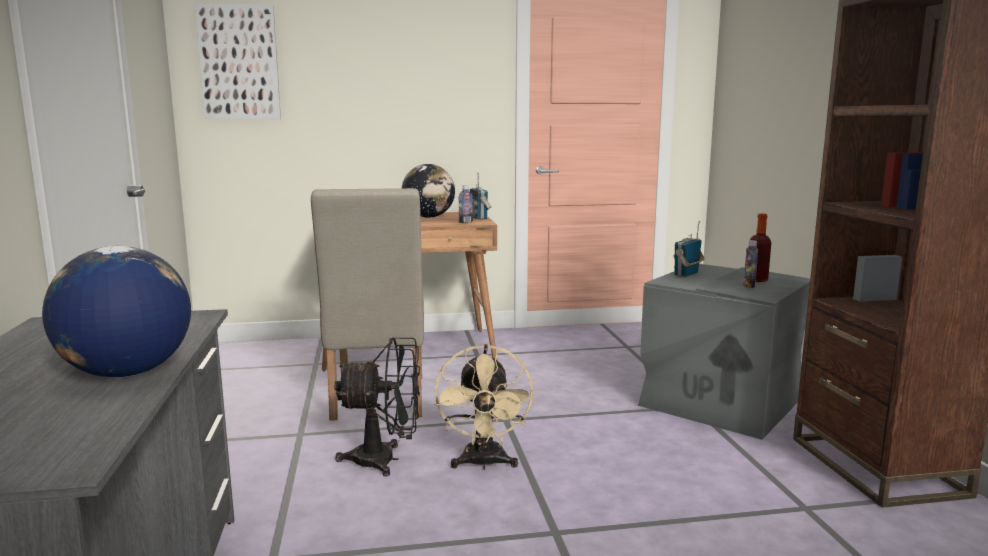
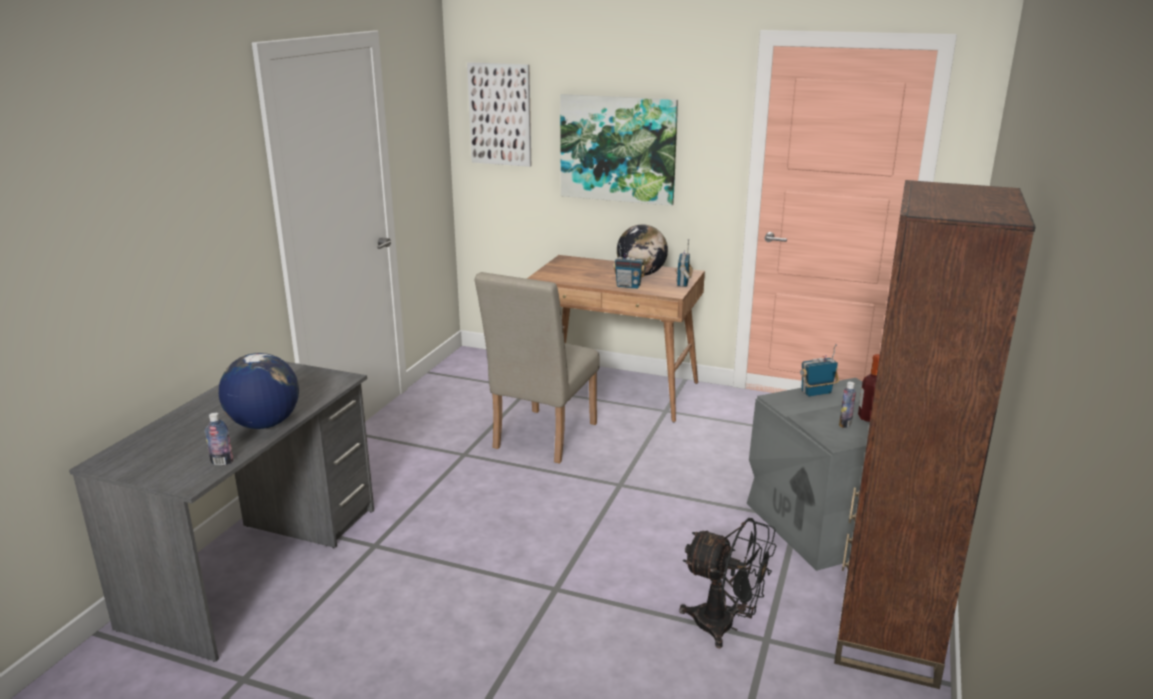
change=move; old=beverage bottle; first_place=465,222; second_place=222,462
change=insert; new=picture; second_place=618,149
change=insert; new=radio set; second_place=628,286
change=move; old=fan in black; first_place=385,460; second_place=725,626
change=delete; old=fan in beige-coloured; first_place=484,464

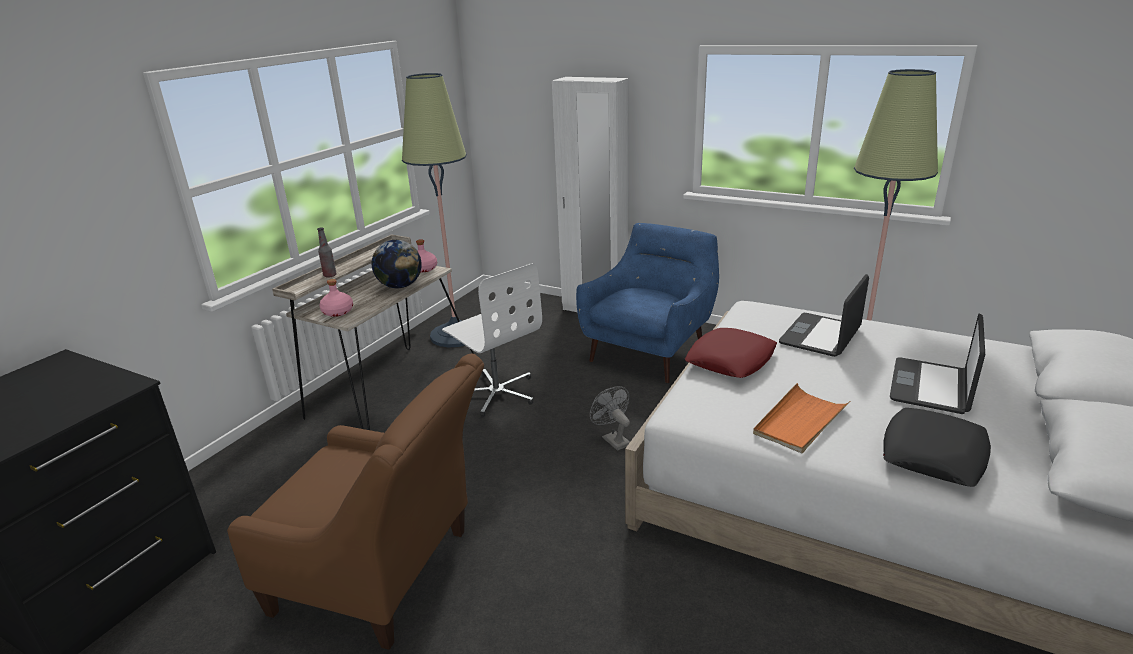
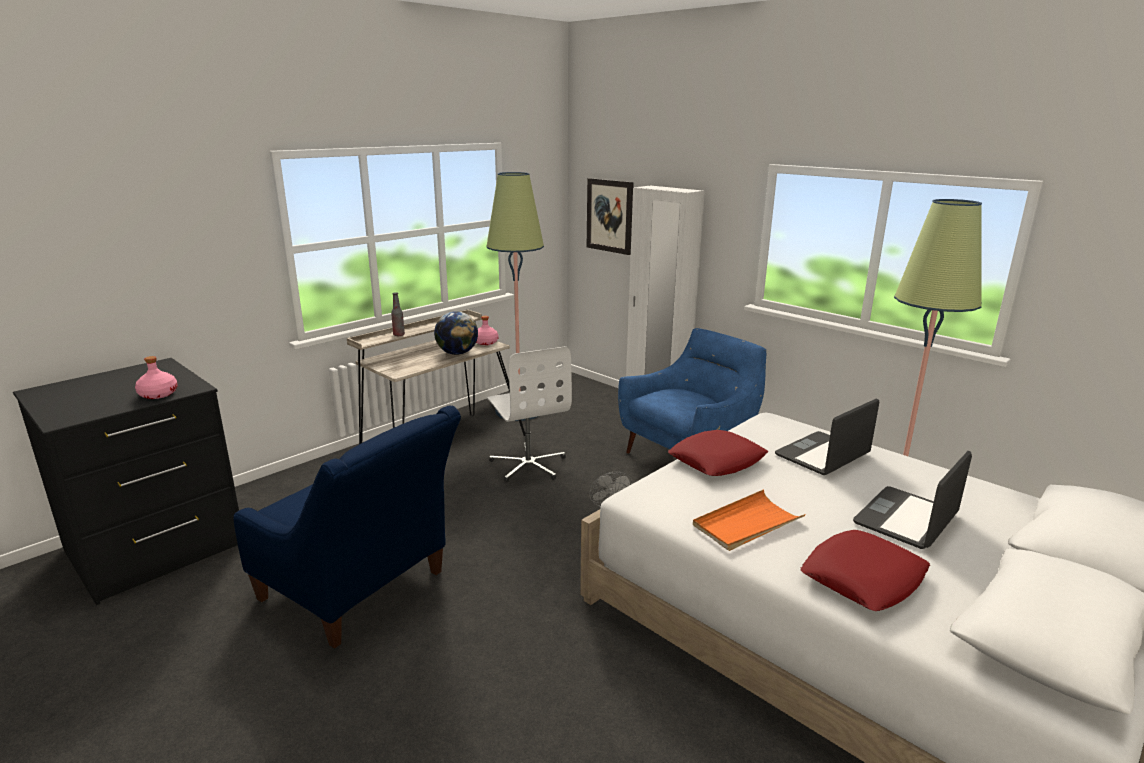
change=move; old=beverage bottle in pink; first_place=337,312; second_place=158,394
change=recolor; old=easy chair in brown; new=easy chair in blue-coloured; first_place=385,575; second_place=361,590
change=insert; new=picture; second_place=610,216
change=recolor; old=pillow in black; new=pillow in reddish; first_place=933,454; second_place=863,578

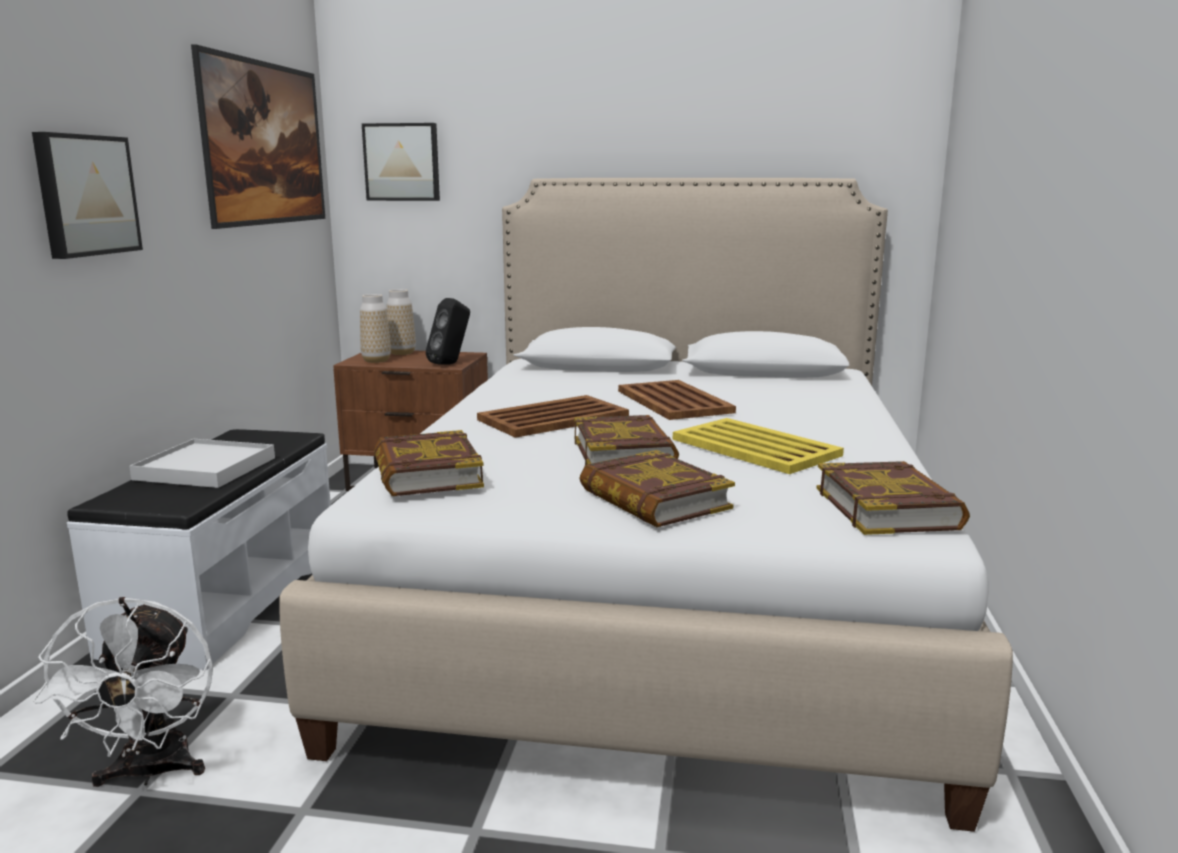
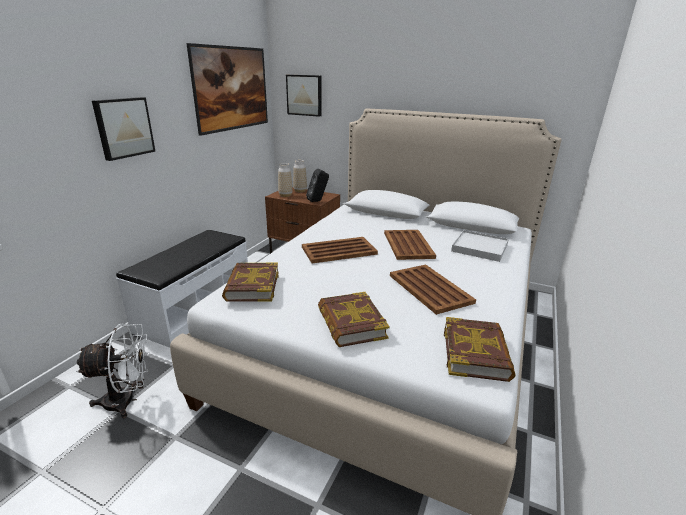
change=rotate; old=fan in white-coloured; first_place=151,773; second_place=127,401; degrees=-105
change=recolor; old=carrying tray in yellow; new=carrying tray in brown; first_place=754,447; second_place=429,288
change=move; old=carrying tray in white-coloured; first_place=206,469; second_place=480,248
change=delete; old=volume; first_place=624,452

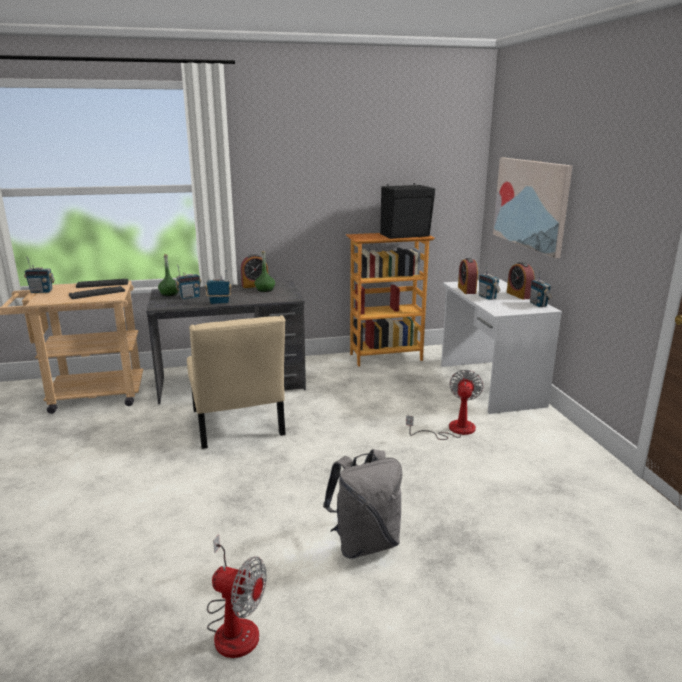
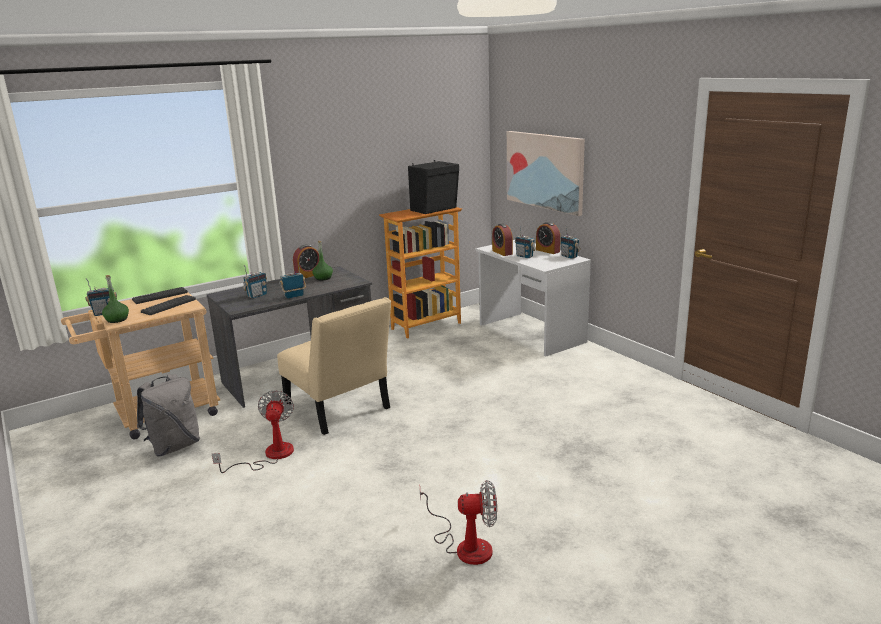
change=move; old=beverage bottle in green-coloured; first_place=169,294; second_place=117,319
change=move; old=backpack in grey; first_place=365,543; second_place=174,446
change=move; old=fan; first_place=453,430; second_place=269,456

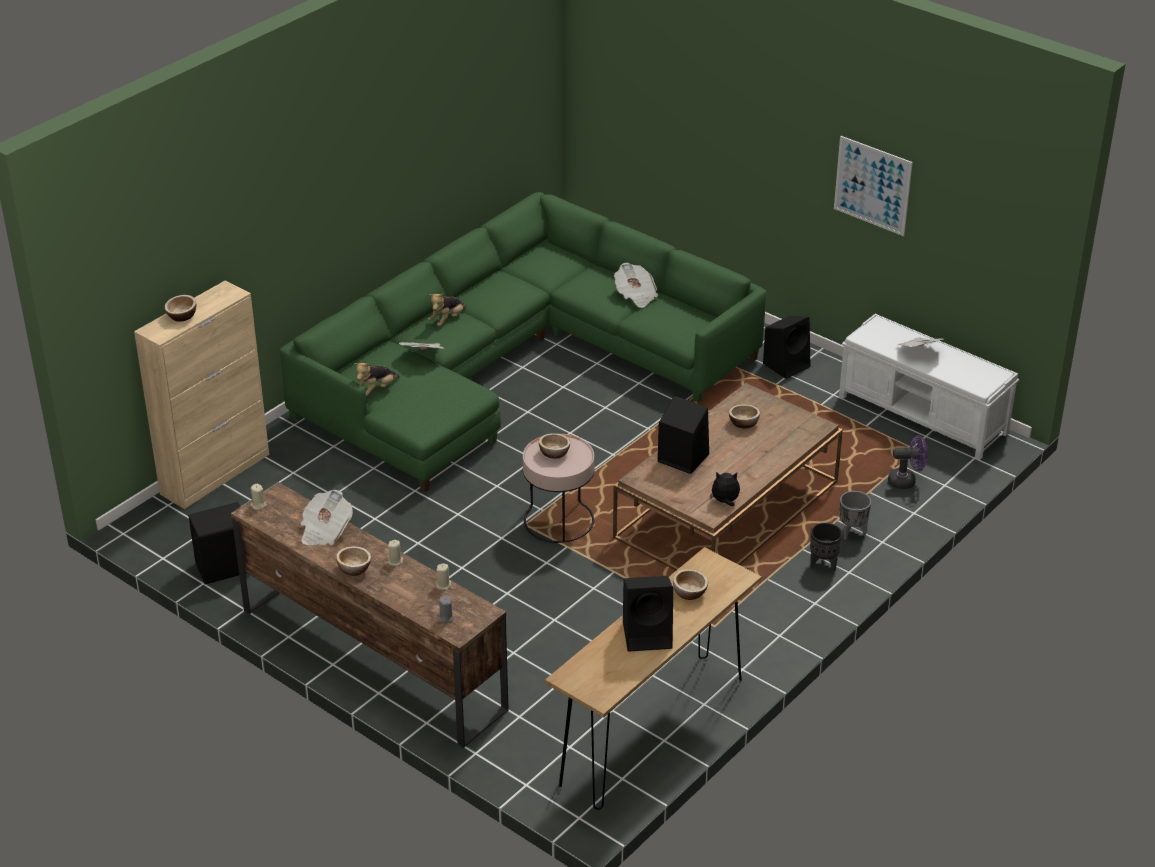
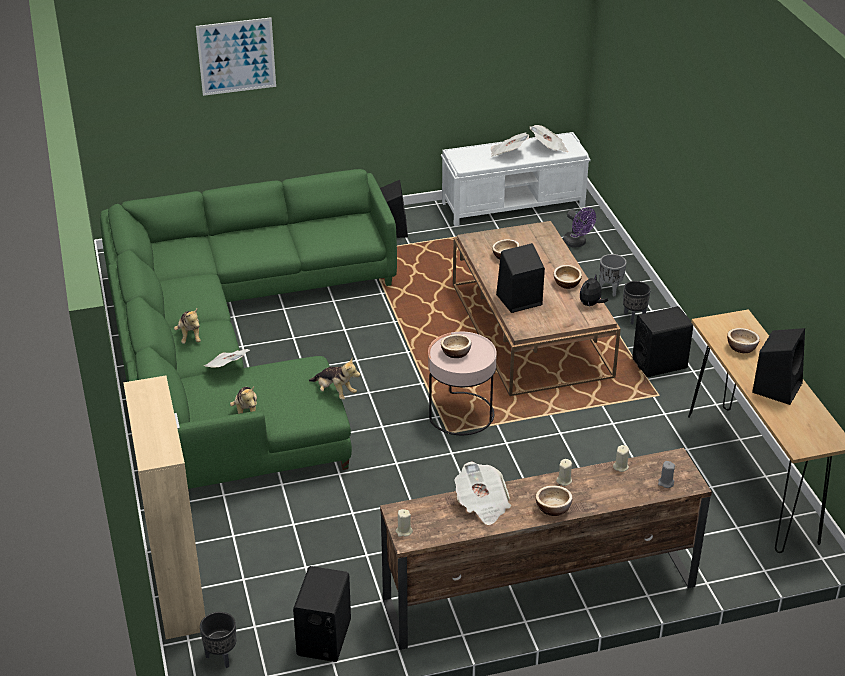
change=move; old=picture; first_place=872,185; second_place=236,56
change=insert; new=flower pot in black; second_place=221,656
change=insert; new=soft toy; second_place=335,392
change=move; old=newspaper; first_place=636,295; second_place=549,148
change=move; old=bowl; first_place=182,316; second_place=566,283
change=rotate; old=fan in purplish; first_place=906,481; second_place=577,243; degrees=105
change=insert; new=loudspeaker in black; second_place=659,364

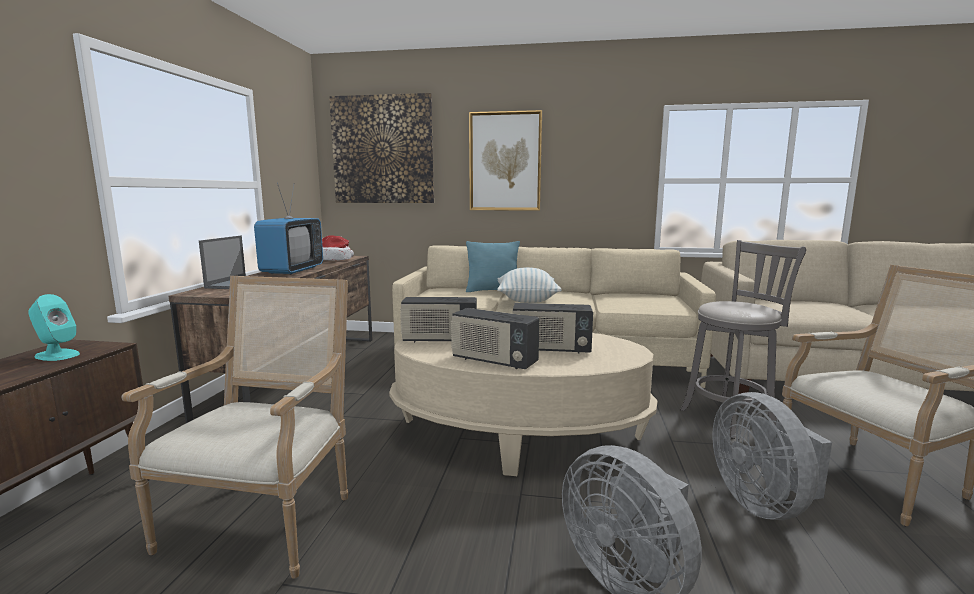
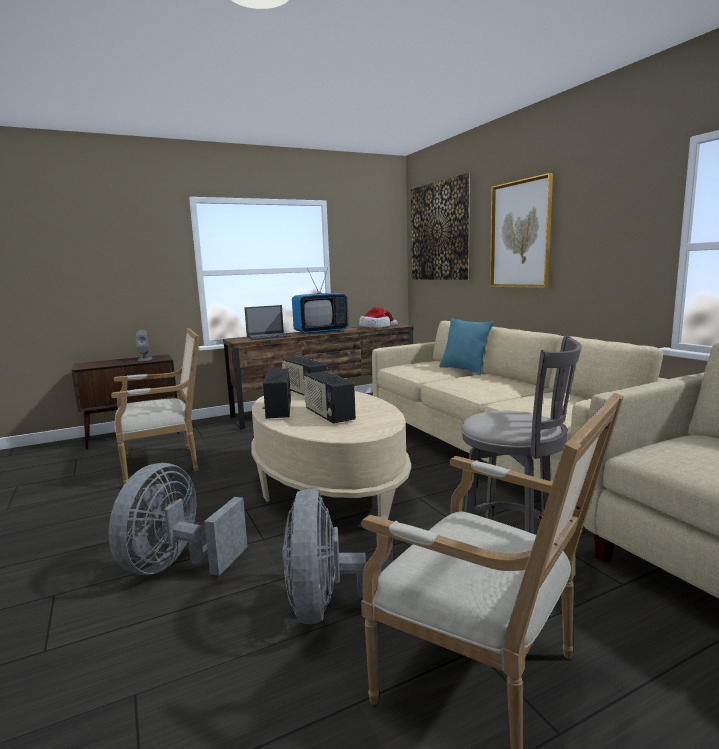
change=recolor; old=loudspeaker in blue-green; new=loudspeaker in grey; first_place=57,355; second_place=145,359
change=rotate; old=fan in grey; first_place=763,503; second_place=330,605; degrees=-45
change=delete; old=pillow; first_place=527,300

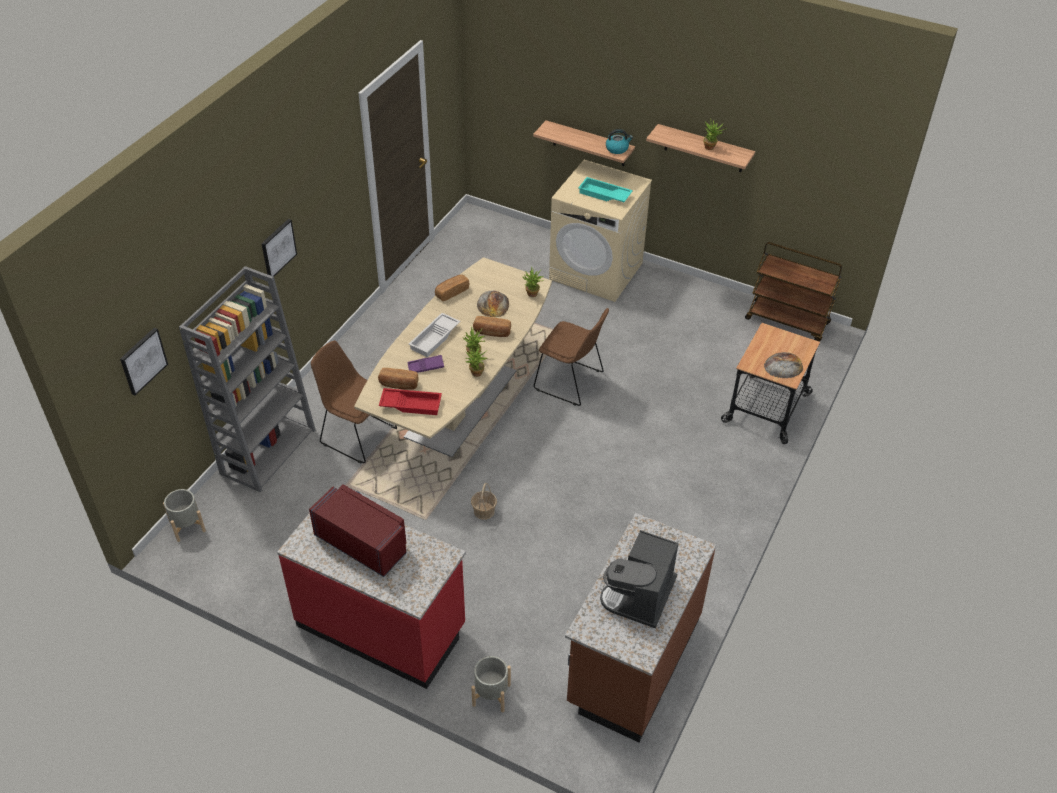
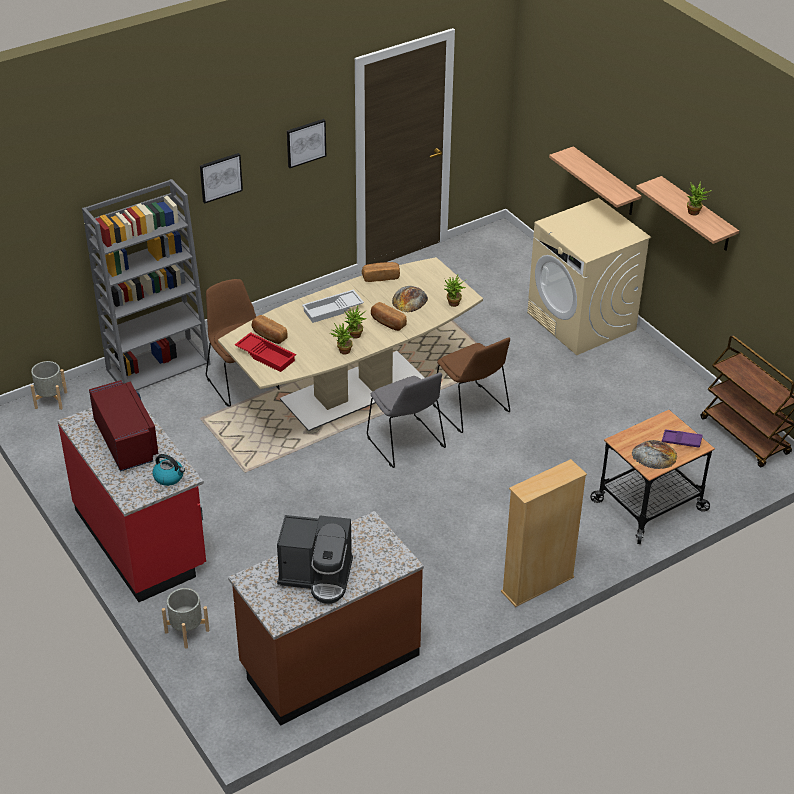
change=move; old=tea kettle; first_place=617,148; second_place=169,477
change=rotate; old=coffee machine; first_place=640,597; second_place=317,576; degrees=-135
change=move; old=picture; first_place=142,360; second_place=305,142
change=insert; new=plain chair in grey; second_place=407,444
change=insert; new=shelving unit in beige-coloured; second_place=537,585
change=move; old=carrying tray in purplish; first_place=425,367; second_place=681,441
change=delete; old=household basket; first_place=484,511
change=delete; old=carrying tray in blue-green; first_place=604,195

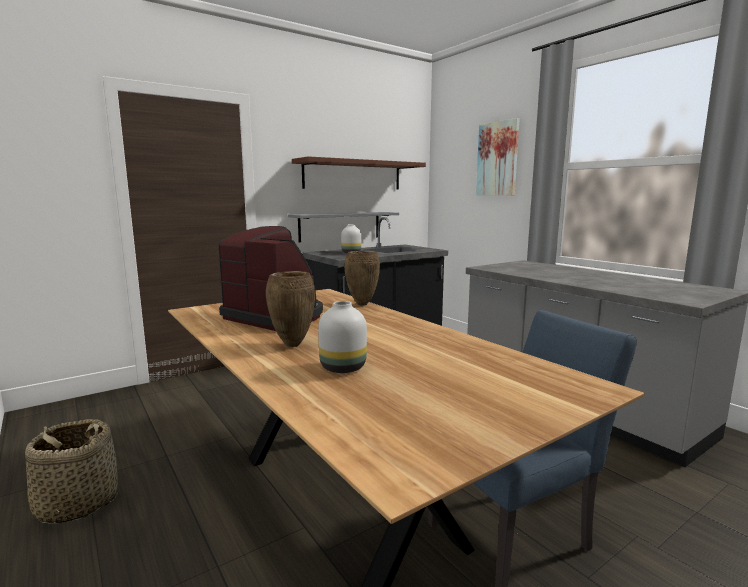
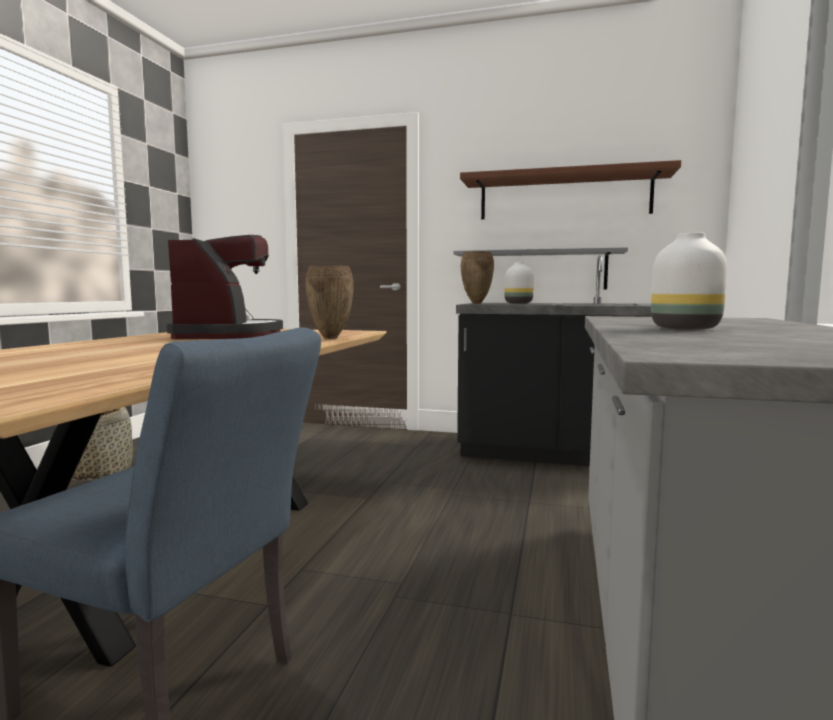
change=move; old=decorative vase in brown; first_place=291,345; second_place=476,303
change=move; old=decorative vase in white-coloured; first_place=344,368; second_place=686,329
change=delete; old=picture; first_place=497,159

